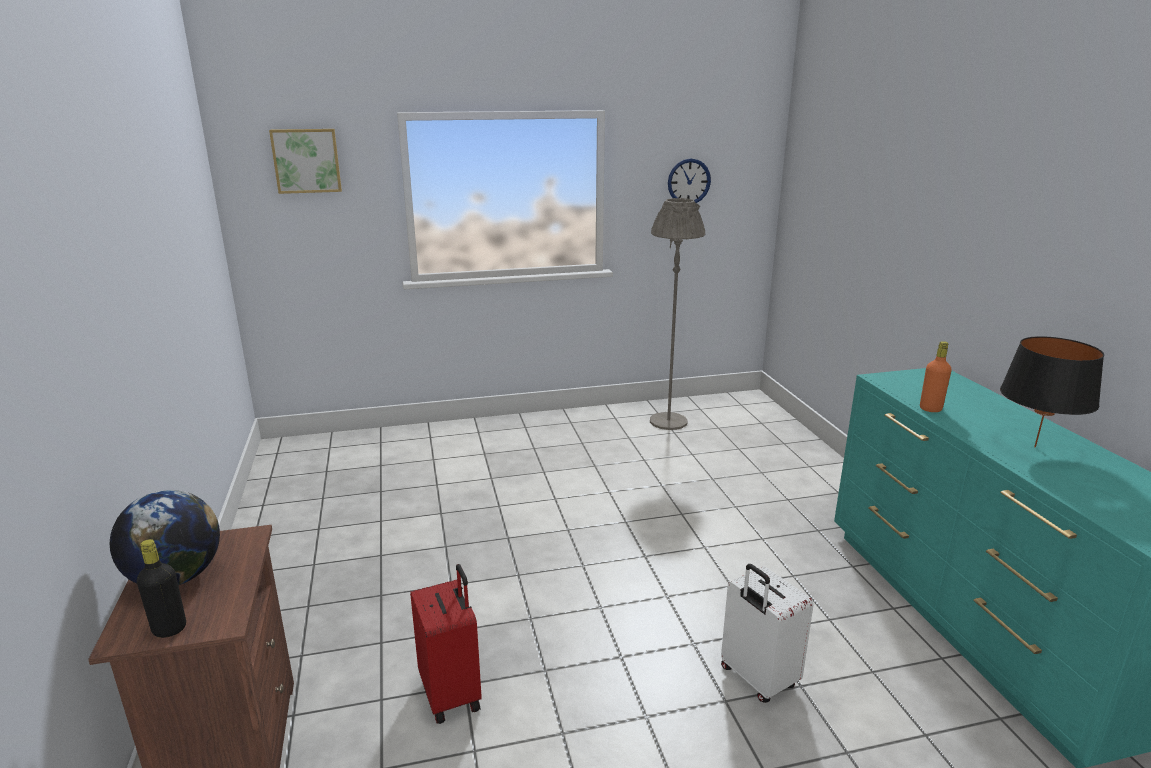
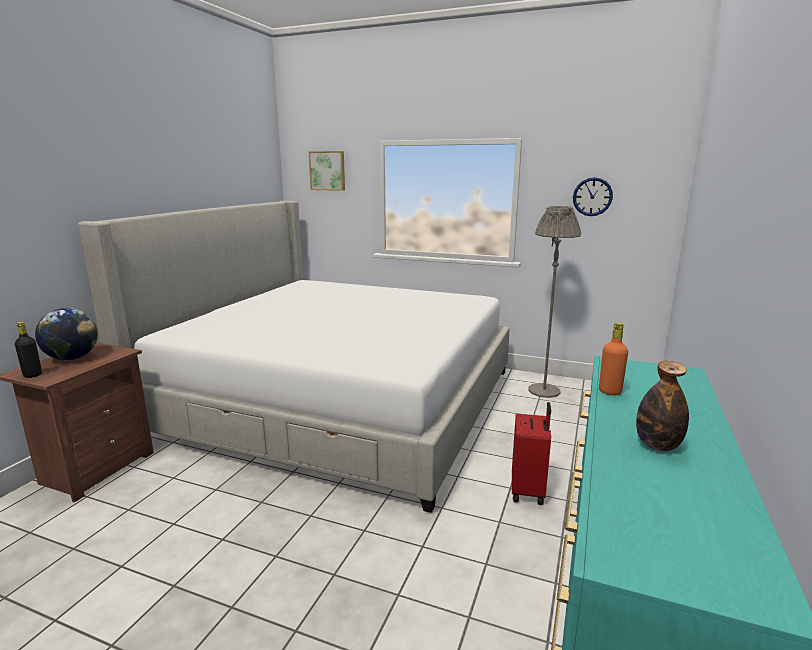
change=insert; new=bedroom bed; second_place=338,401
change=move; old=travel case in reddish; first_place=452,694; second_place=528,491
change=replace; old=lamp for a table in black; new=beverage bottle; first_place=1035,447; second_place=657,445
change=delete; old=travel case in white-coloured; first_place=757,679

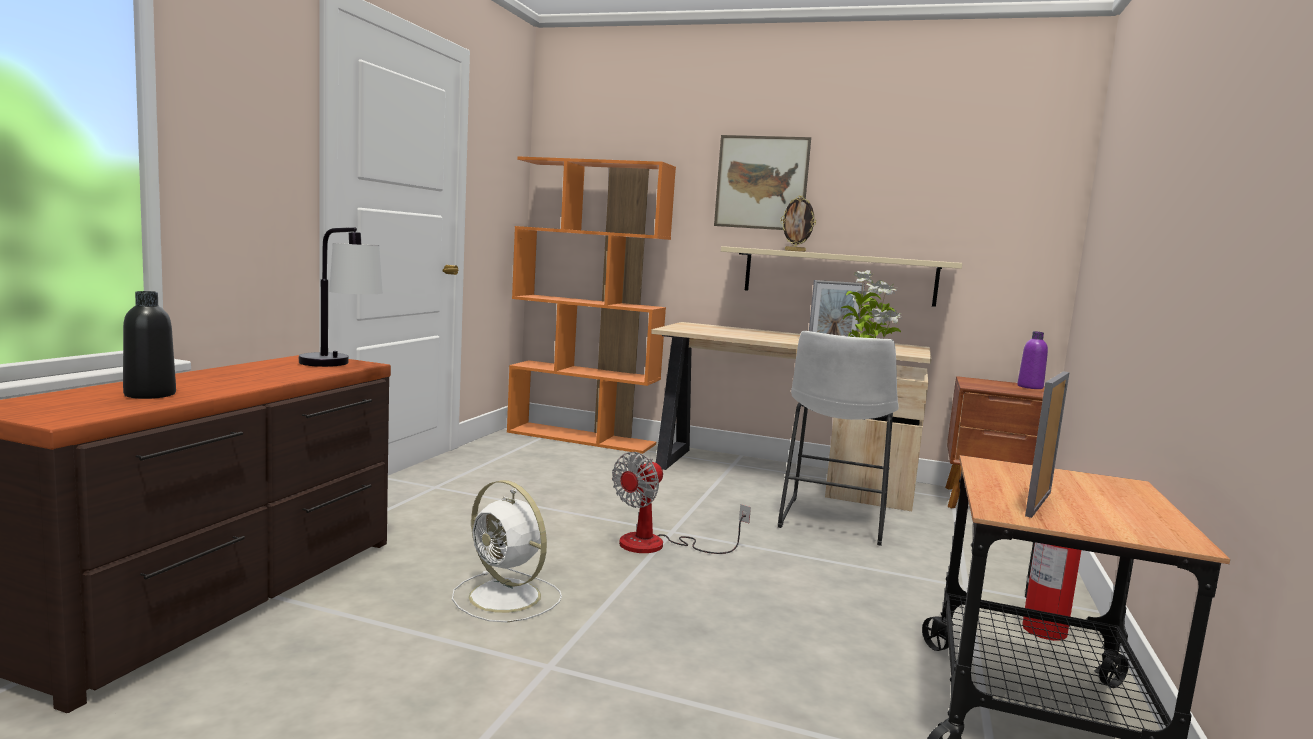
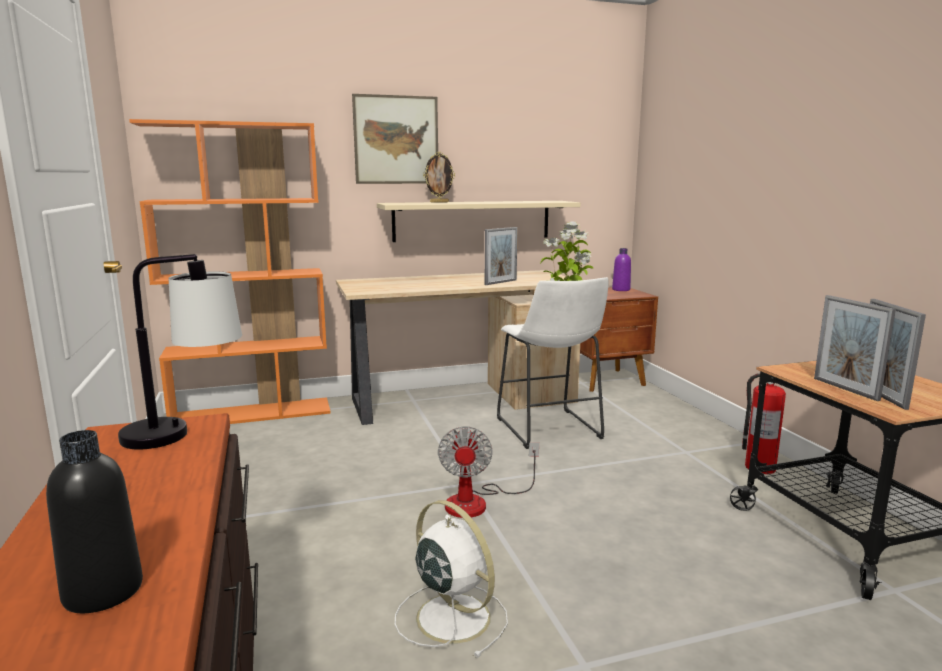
change=rotate; old=fan in white-coloured; first_place=507,597; second_place=451,616; degrees=-135
change=insert; new=picture frame; second_place=845,389

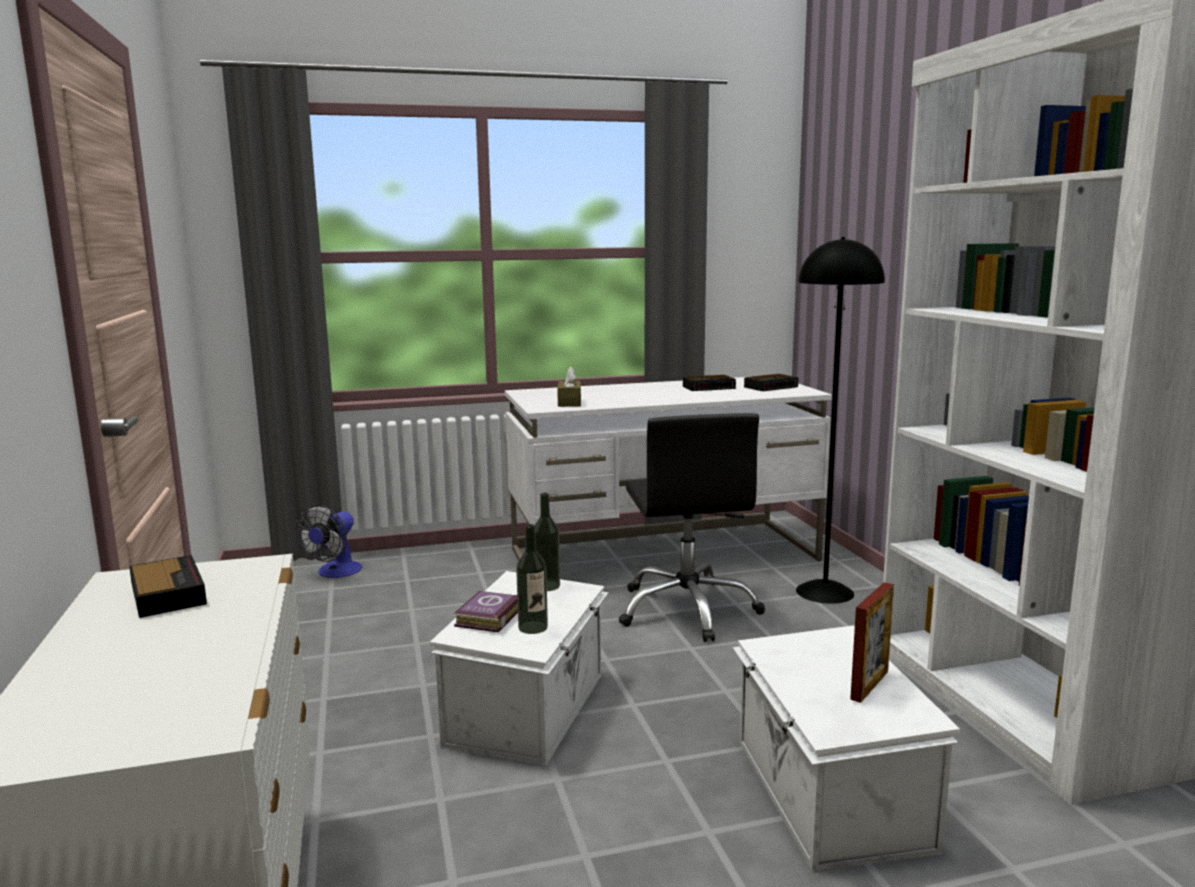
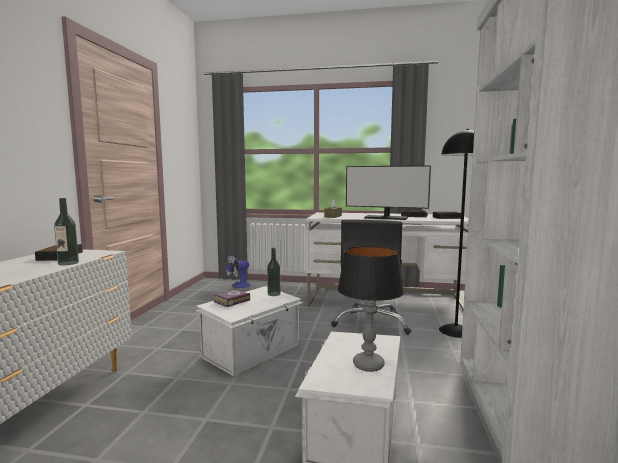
change=move; old=beverage bottle; first_place=533,627; second_place=68,263
change=replace; old=picture frame; new=lamp for a table; first_place=869,685; second_place=368,365
change=insert; new=computer screen; second_place=386,218

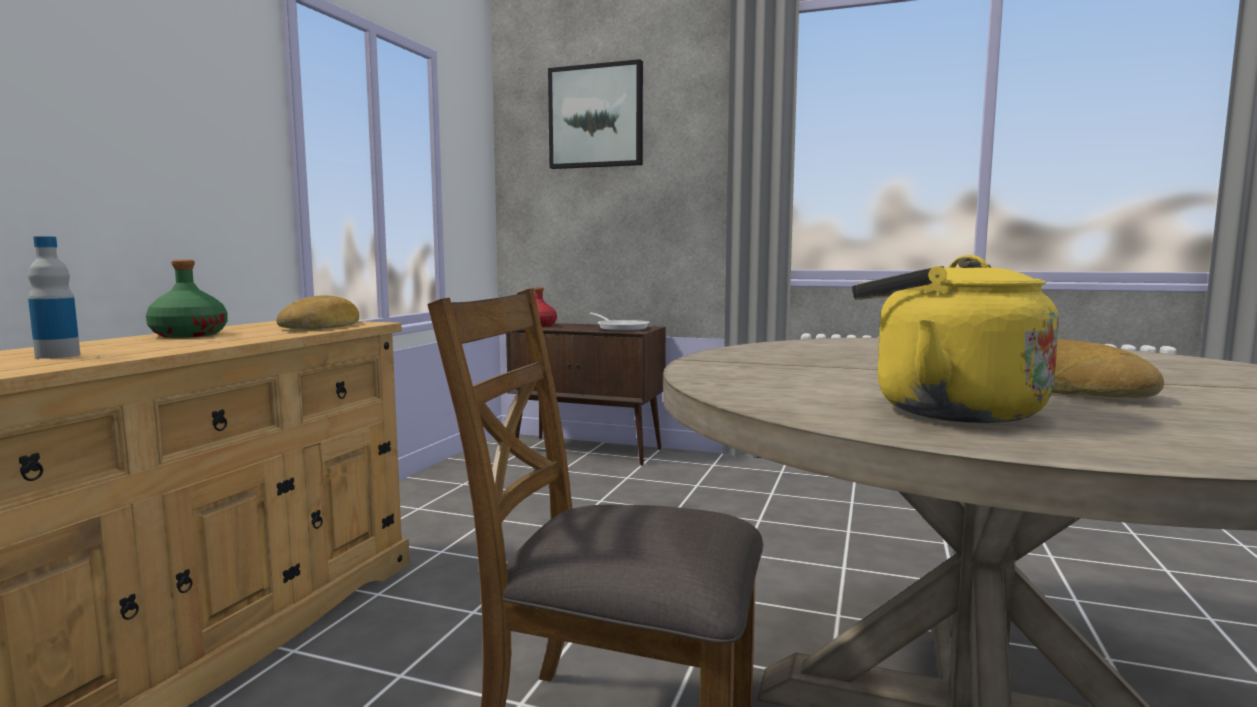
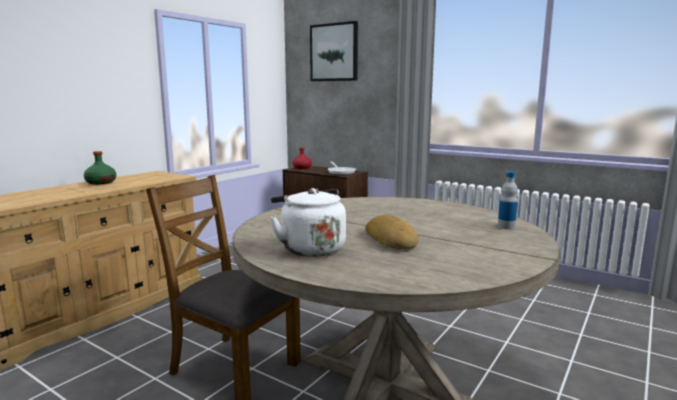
change=recolor; old=tea kettle in yellow; new=tea kettle in white-coloured; first_place=945,410; second_place=310,248
change=move; old=beverage bottle; first_place=57,356; second_place=506,227
change=delete; old=bread; first_place=323,326

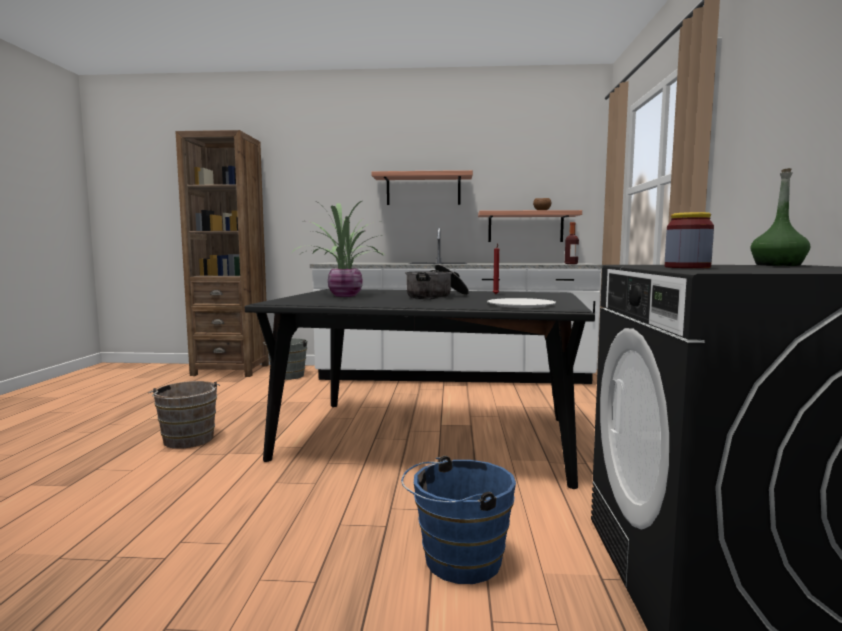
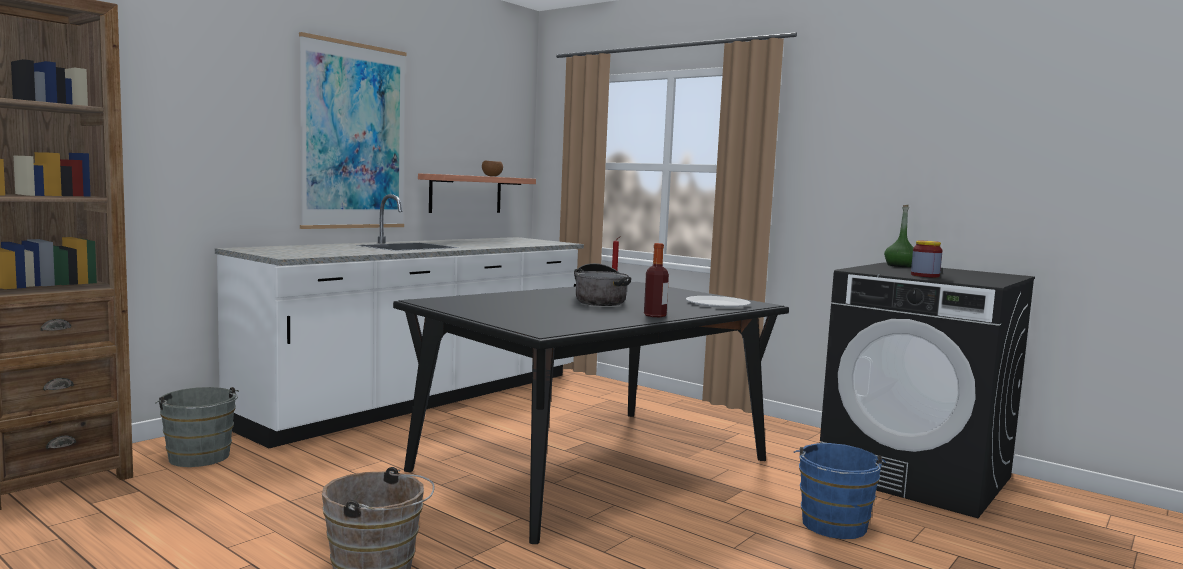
change=replace; old=wall shelf; new=picture; first_place=423,190; second_place=353,136
change=move; old=beverage bottle; first_place=571,264; second_place=655,315
change=delete; old=houseplant; first_place=345,295

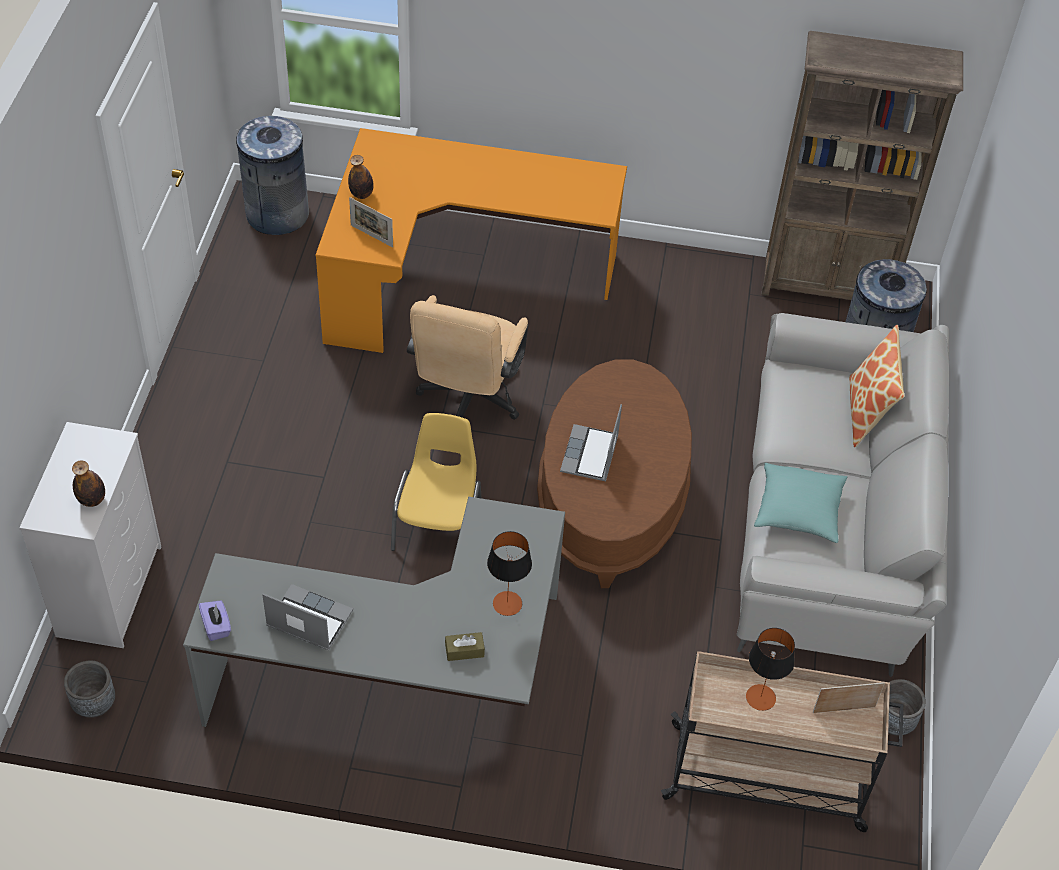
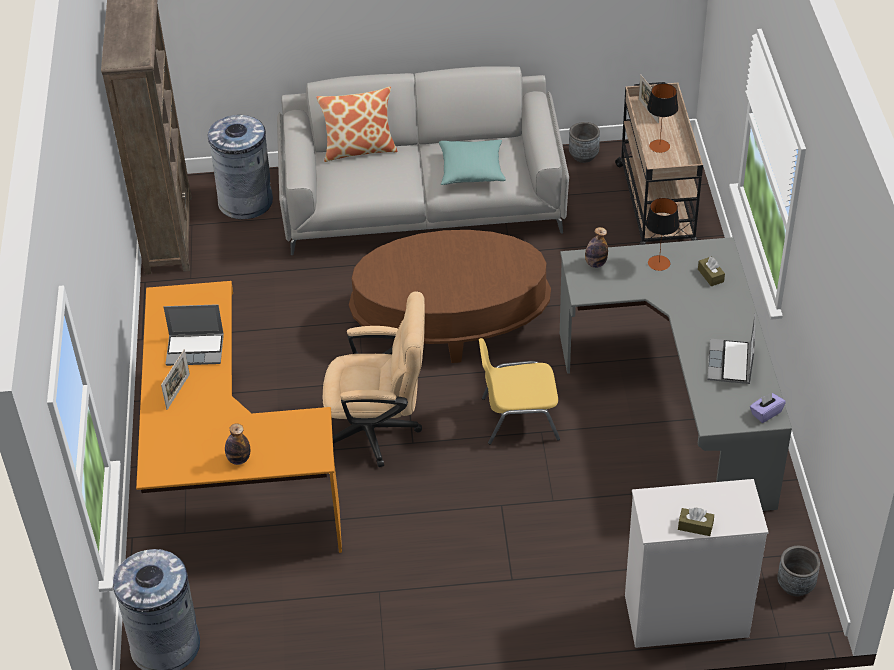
change=move; old=picture frame; first_place=371,236; second_place=178,392
change=move; old=portable computer; first_place=590,455; second_place=196,349
change=move; old=beverage bottle; first_place=92,500; second_place=595,263
change=insert; new=tissue holder in brown; second_place=695,526

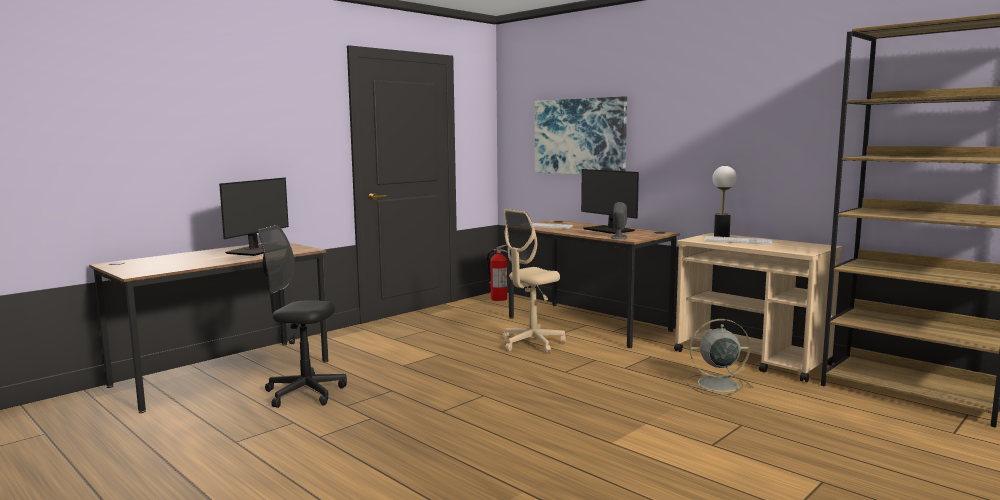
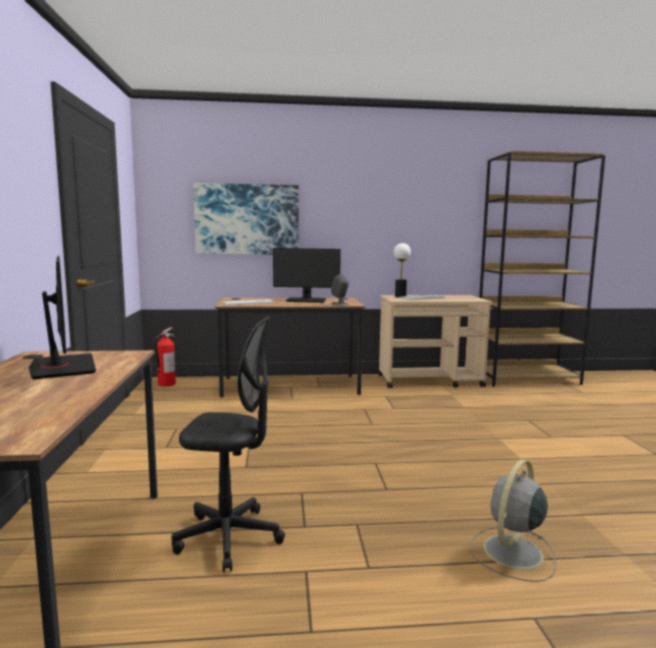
change=rotate; old=office chair in black; first_place=305,393; second_place=229,538; degrees=-135
change=move; old=fan in grey; first_place=716,384; second_place=512,553
change=delete; old=office chair in beige-coloured; first_place=532,344

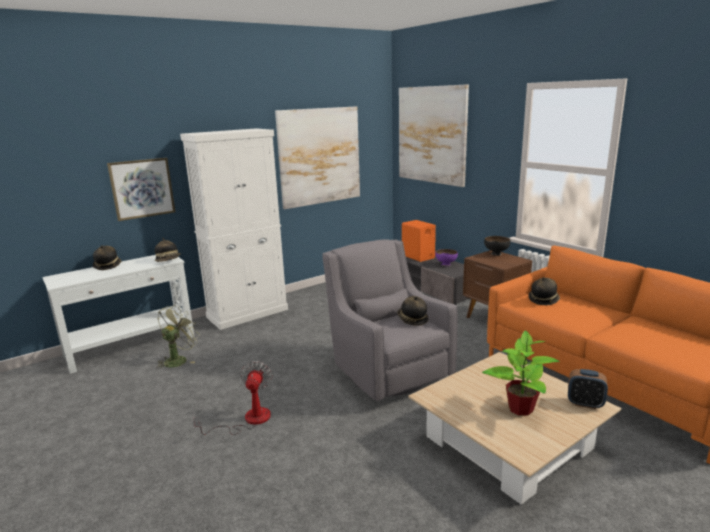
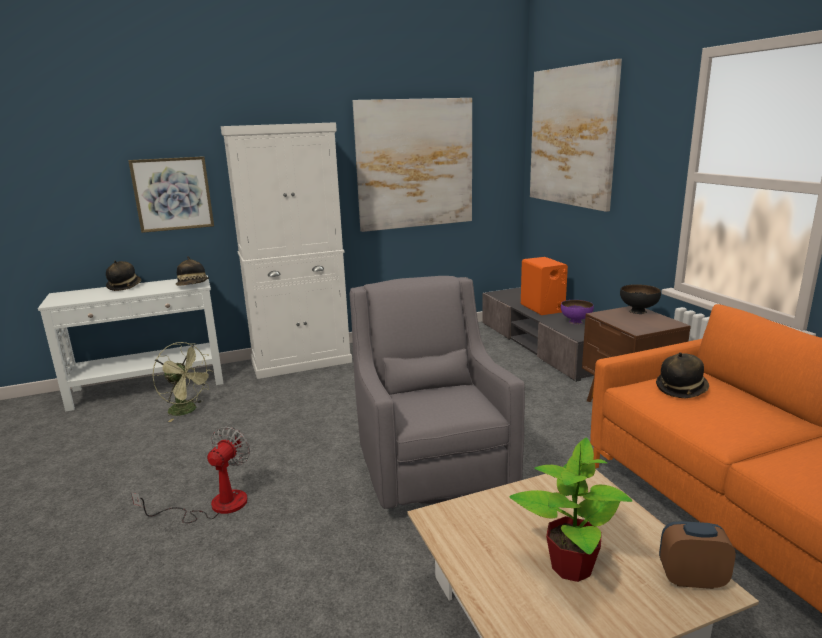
change=rotate; old=fan in green-coloured; first_place=178,359; second_place=188,410; degrees=75
change=rotate; old=table clock; first_place=585,403; second_place=691,579; degrees=150
change=delete; old=hat; first_place=412,320

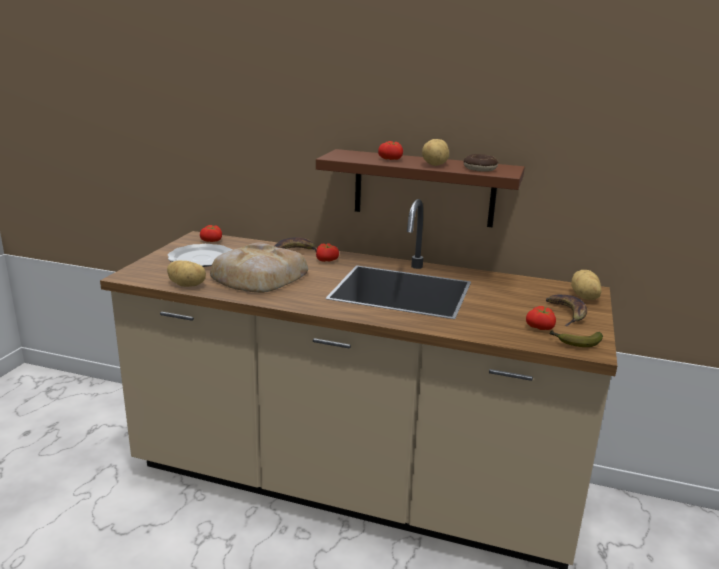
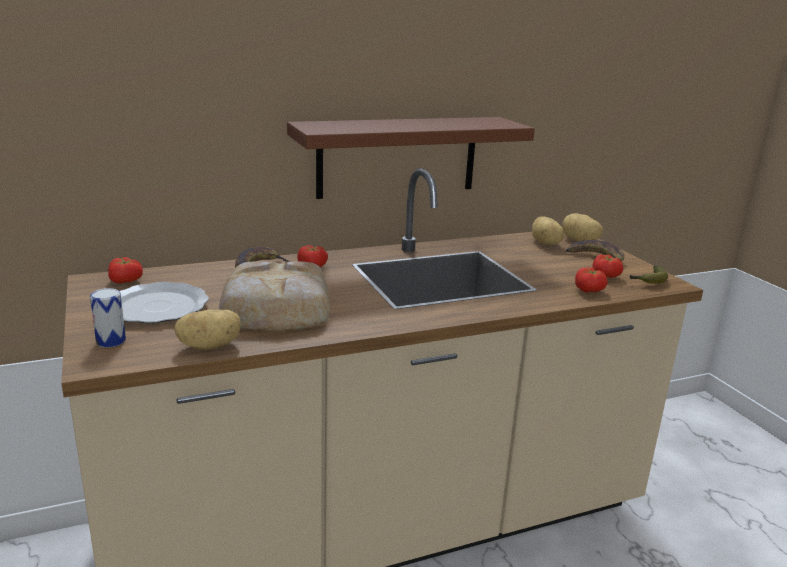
change=insert; new=sealed can; second_place=111,341
change=move; old=spud; first_place=436,165; second_place=546,243
change=move; old=whole tomato; first_place=391,159; second_place=589,290
change=delete; old=doughnut; first_place=480,169

